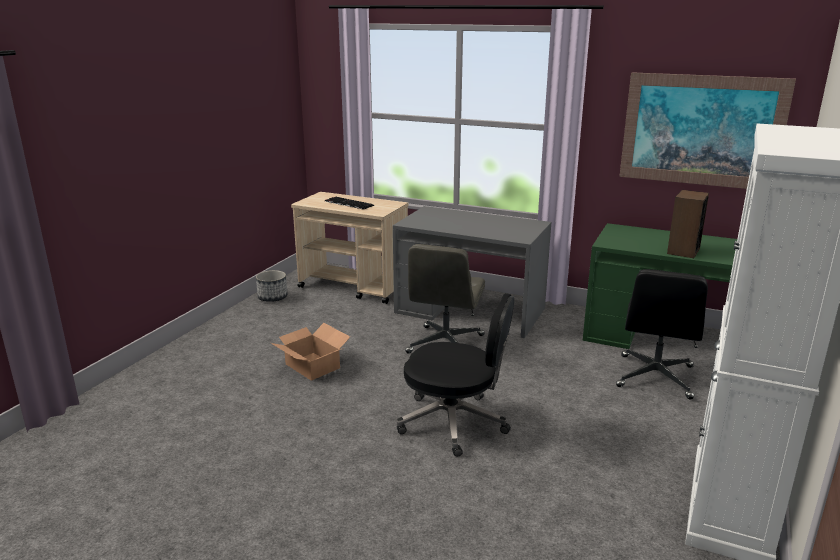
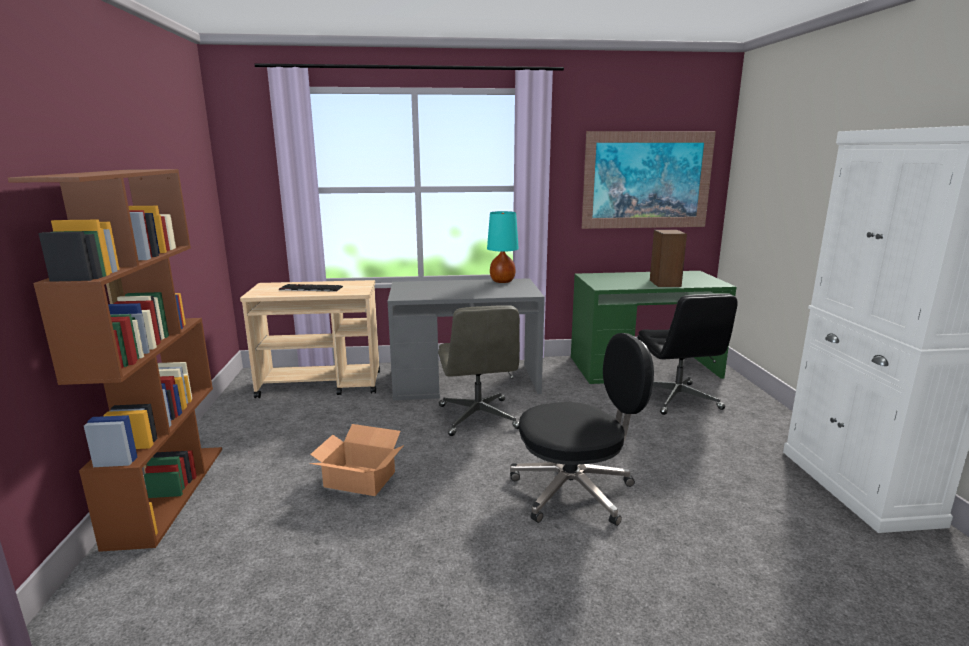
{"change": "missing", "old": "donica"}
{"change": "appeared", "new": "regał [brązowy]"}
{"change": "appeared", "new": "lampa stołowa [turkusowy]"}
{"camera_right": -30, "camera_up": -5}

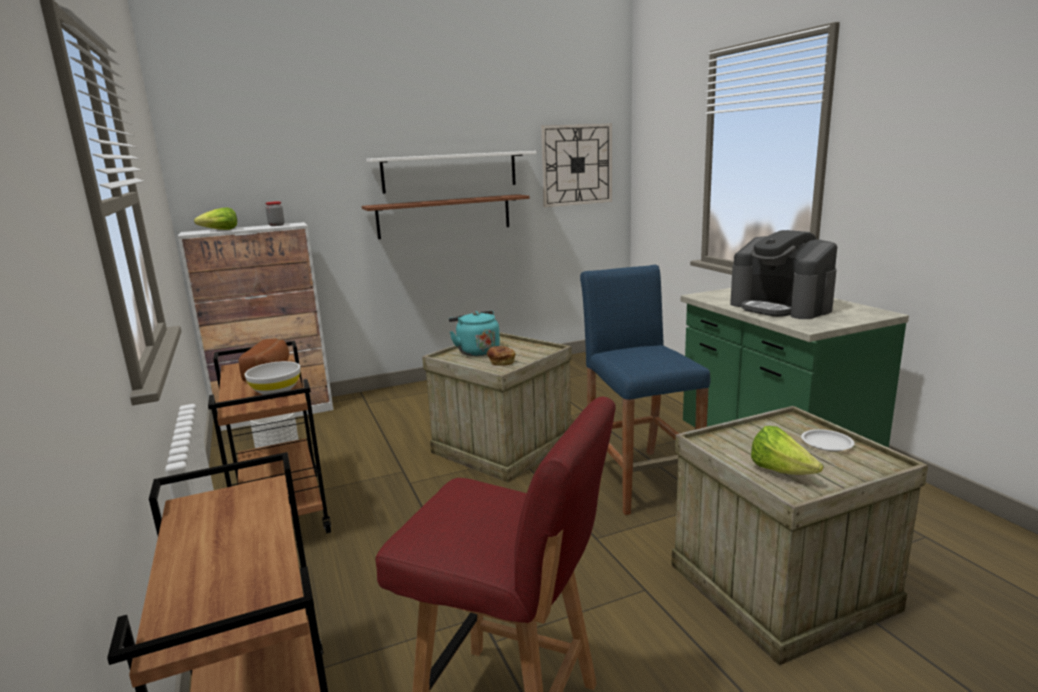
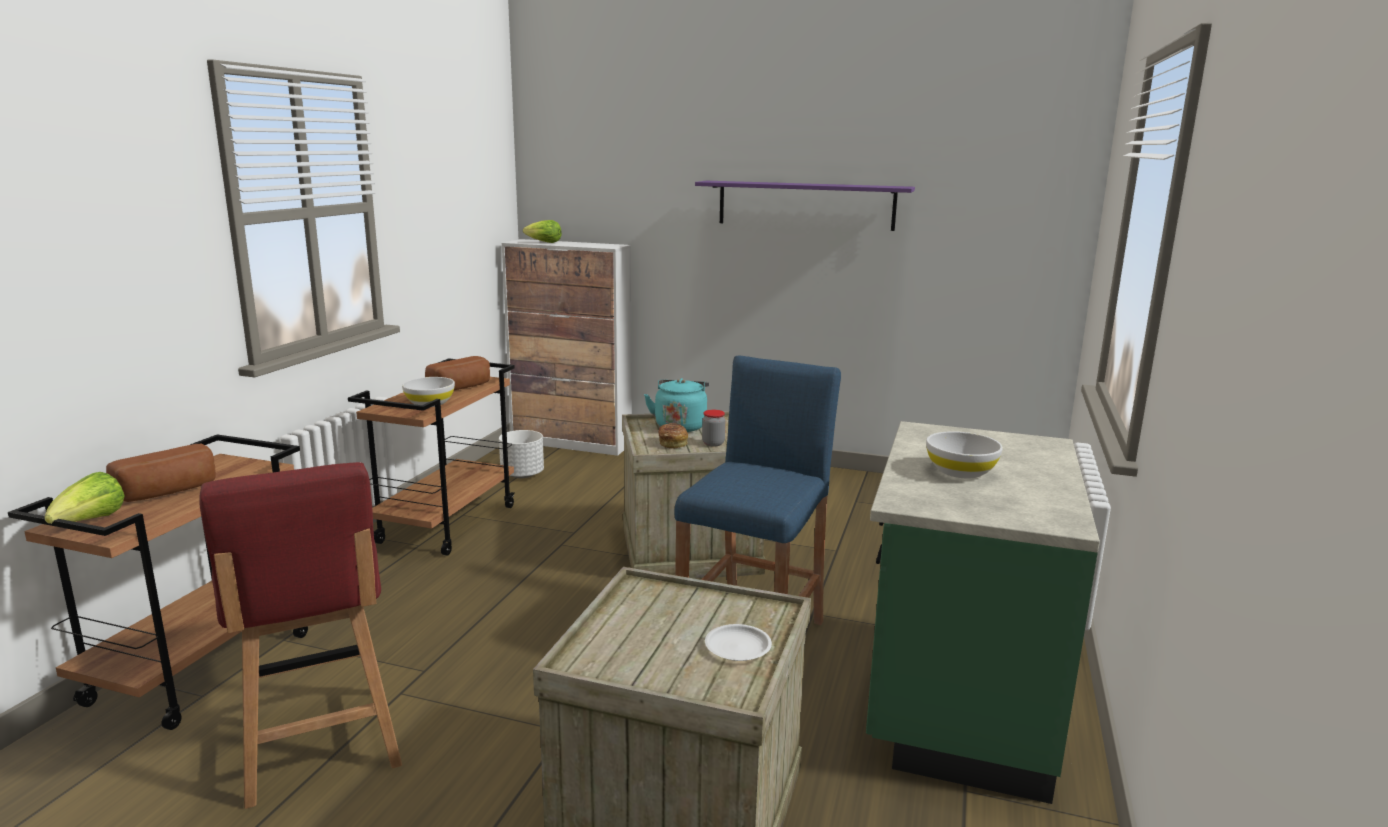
{"change": "missing", "old": "półka [brązowy]"}
{"change": "missing", "old": "zegar ścienny"}
{"change": "appeared", "new": "chleb (no. 1 from left)"}
{"change": "relocated", "old": "słoik"}
{"change": "relocated", "old": "sałata (no. 2 from left in the first image)", "new": "sałata (no. 1 from left)"}
{"change": "exchanged", "old": "ekspres do kawy", "new": "miska [biały] (no. 2 from left)"}
{"change": "colour", "old": "półka [biały]", "new": "półka [fioletowy]"}
{"camera_right": 40, "camera_up": 0}

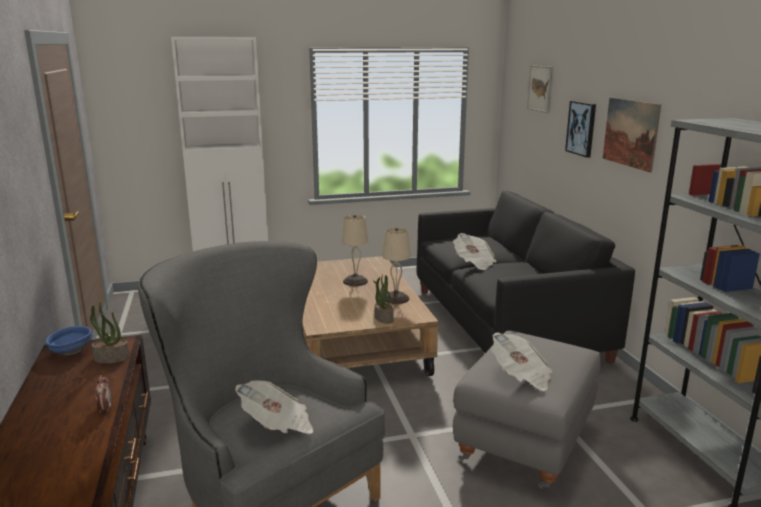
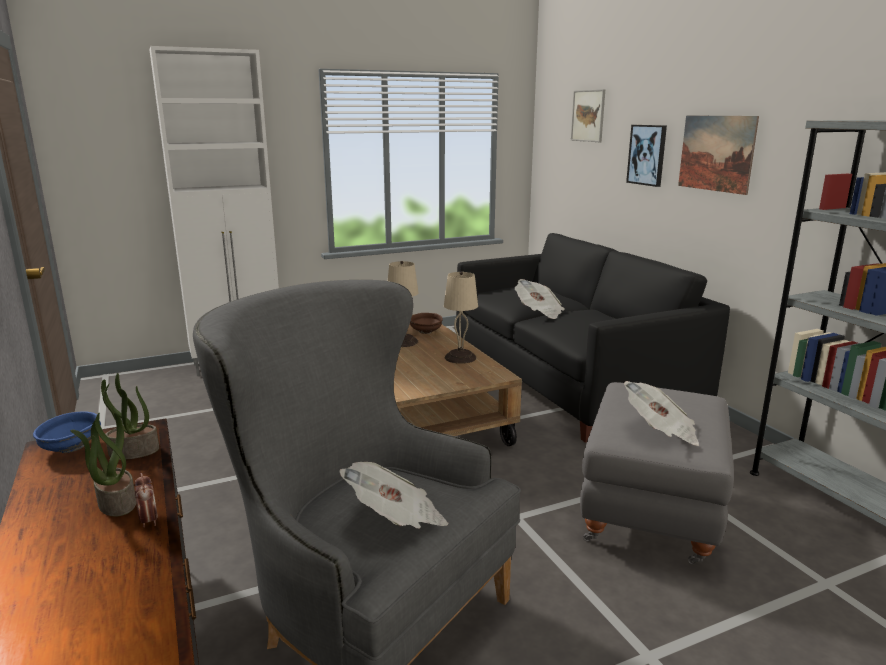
{"change": "appeared", "new": "miska [brązowy]"}
{"change": "relocated", "old": "roślina doniczkowa (no. 2 from left in the first image)", "new": "roślina doniczkowa (no. 1 from left)"}
{"camera_right": -10, "camera_up": 0}

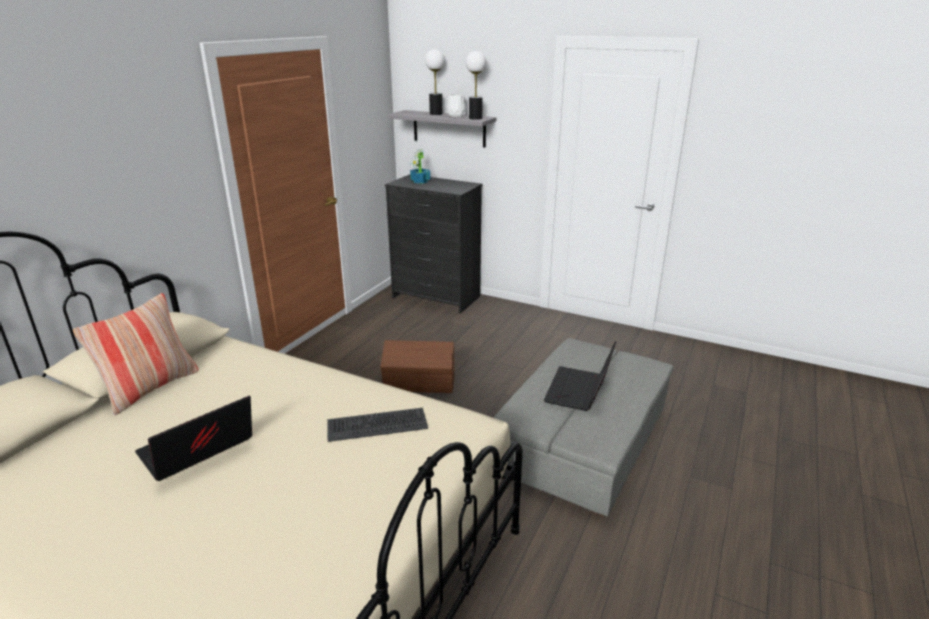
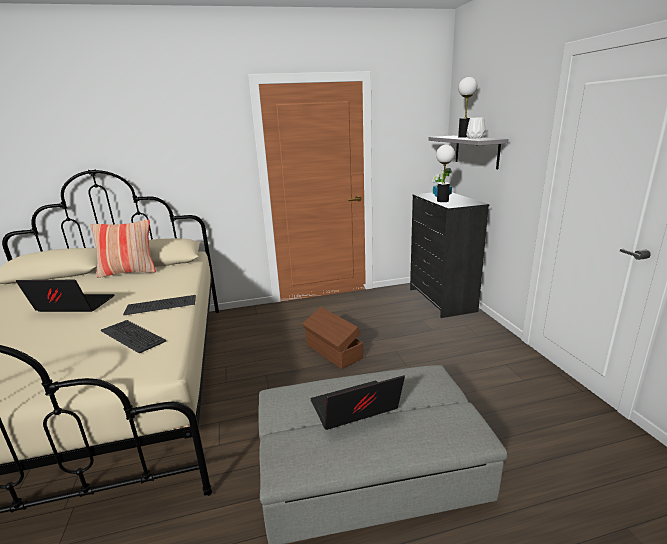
{"change": "appeared", "new": "klawiatura (no. 2 from left)"}
{"change": "relocated", "old": "lampa stołowa (no. 2 from left in the first image)", "new": "lampa stołowa (no. 1 from left)"}
{"camera_right": 50, "camera_up": -5}

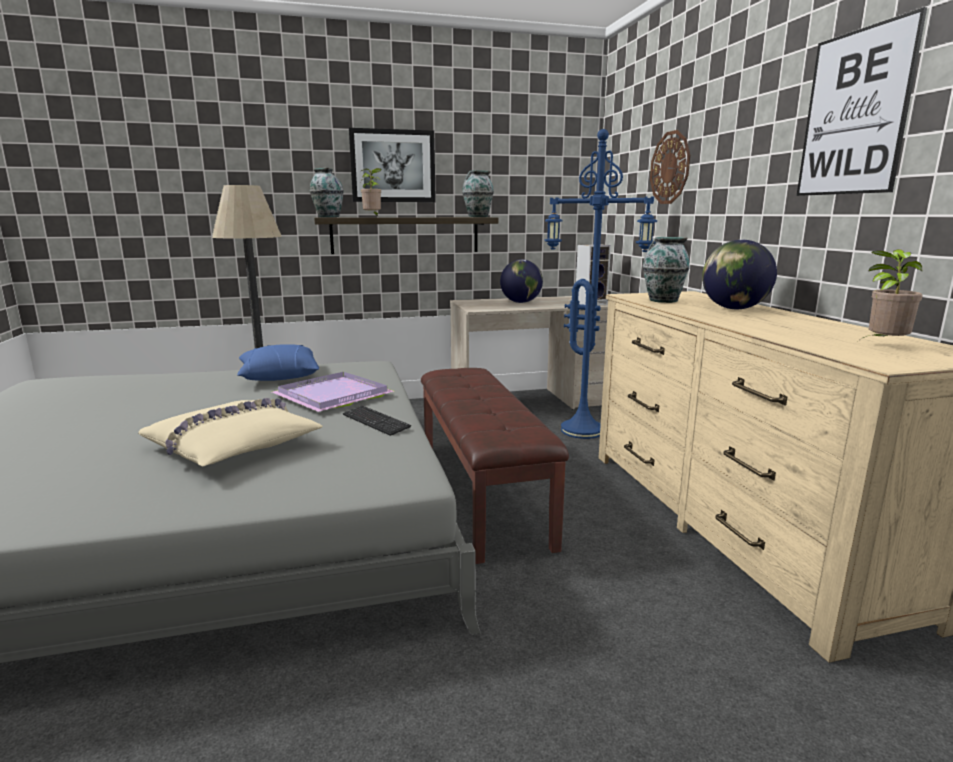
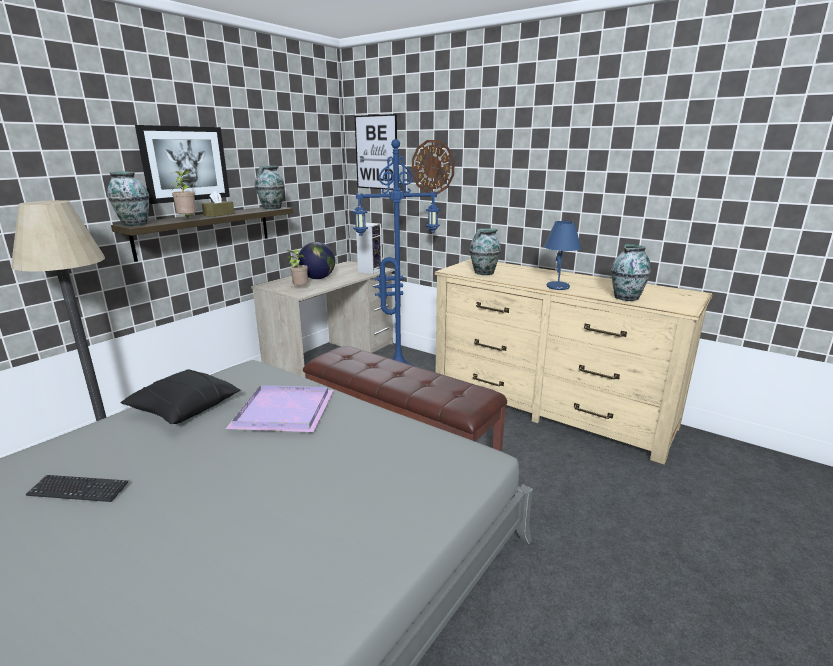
{"change": "missing", "old": "poduszka [beżowy]"}
{"change": "missing", "old": "globus (no. 2 from left)"}
{"change": "appeared", "new": "pudełko chusteczek [brązowy]"}
{"change": "appeared", "new": "lampa stołowa [niebieski]"}
{"change": "appeared", "new": "wazon (no. 4 from left)"}
{"change": "relocated", "old": "klawiatura"}
{"change": "relocated", "old": "obraz (no. 2 from left)"}
{"change": "relocated", "old": "roślina doniczkowa (no. 2 from left)"}
{"change": "colour", "old": "poduszka [niebieski]", "new": "poduszka [czarny]"}
{"camera_right": -40, "camera_up": 5}

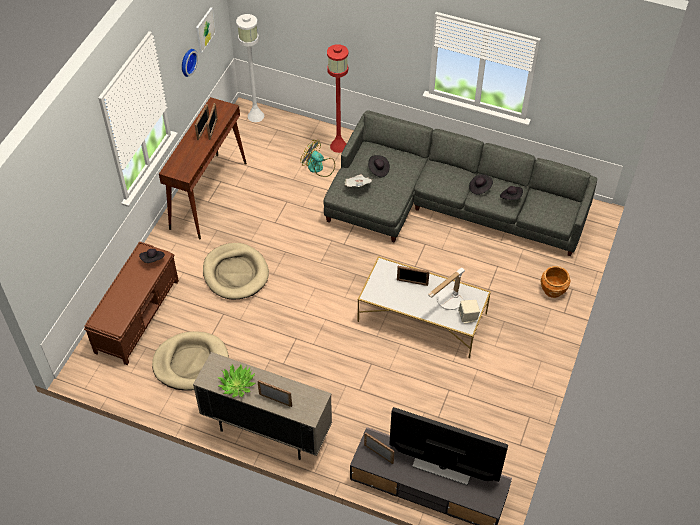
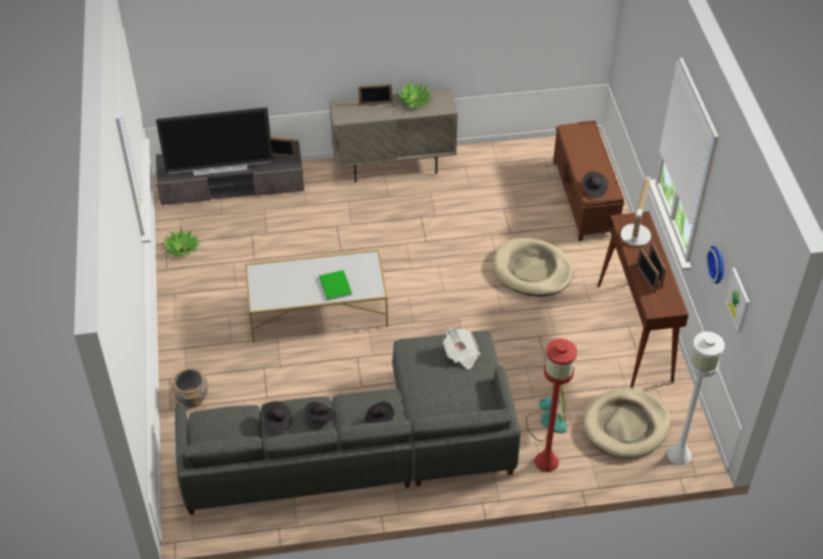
{"change": "missing", "old": "głośnik [beżowy]"}
{"change": "appeared", "new": "roślina doniczkowa (no. 1 from left)"}
{"change": "relocated", "old": "legowisko [beżowy] (no. 1 from left in the first image)", "new": "legowisko [beżowy] (no. 2 from left)"}
{"change": "relocated", "old": "kapelusz [czarny] (no. 2 from left in the first image)", "new": "kapelusz [czarny] (no. 3 from left)"}
{"change": "relocated", "old": "lampa stołowa"}
{"change": "exchanged", "old": "ramka na zdjęcie (no. 5 from left)", "new": "książka [zielony]"}
{"change": "colour", "old": "donica [brązowy]", "new": "donica [szary]"}
{"camera_right": 150, "camera_up": -5}

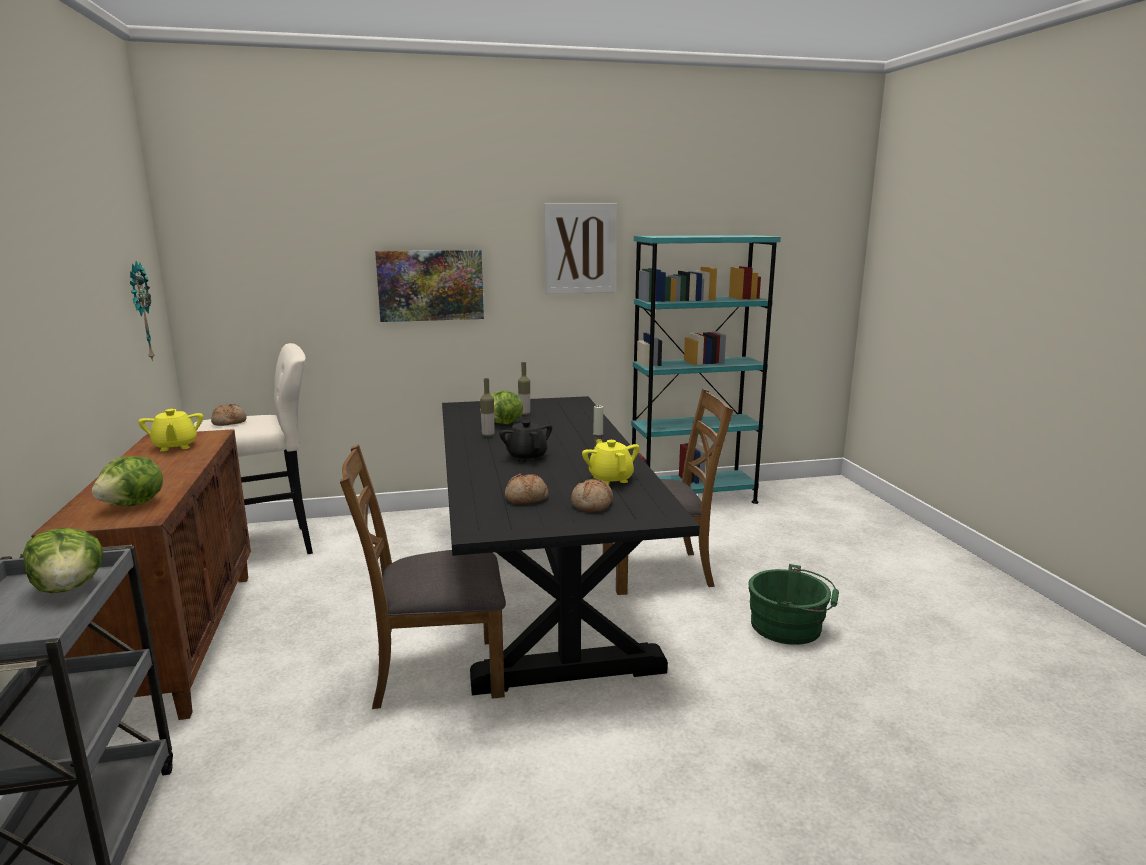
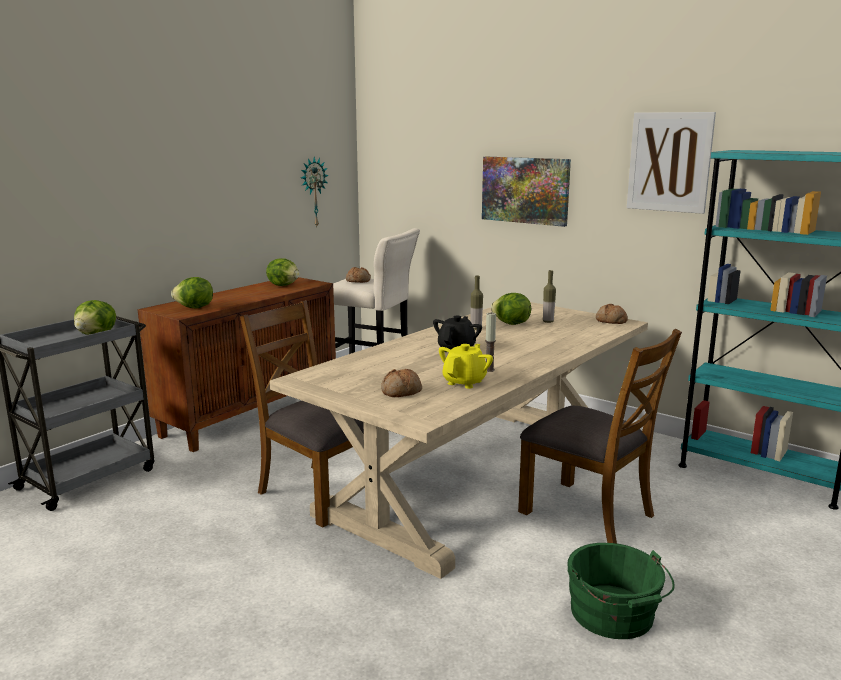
{"change": "relocated", "old": "chleb (no. 2 from left in the first image)", "new": "chleb (no. 3 from left)"}
{"change": "exchanged", "old": "imbryk [żółty] (no. 1 from left)", "new": "sałata (no. 3 from left)"}
{"change": "colour", "old": "stół jadalny [czarny]", "new": "stół jadalny [beżowy]"}
{"camera_right": 50, "camera_up": 0}

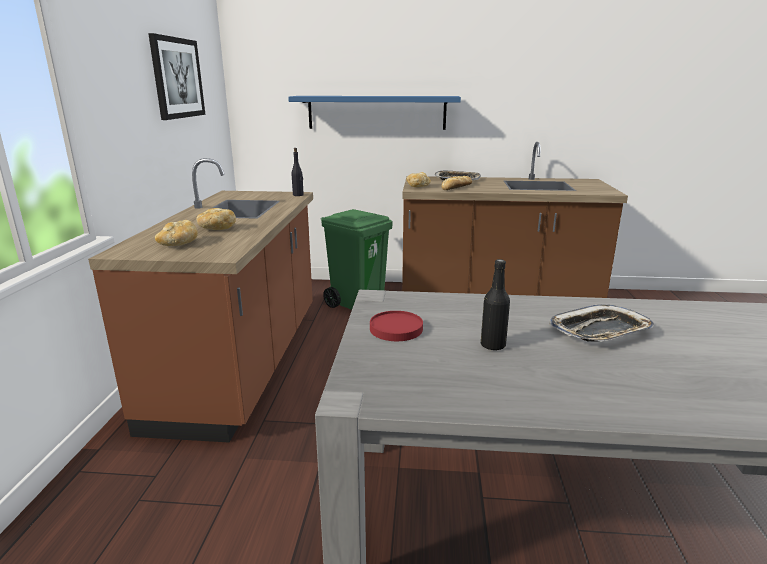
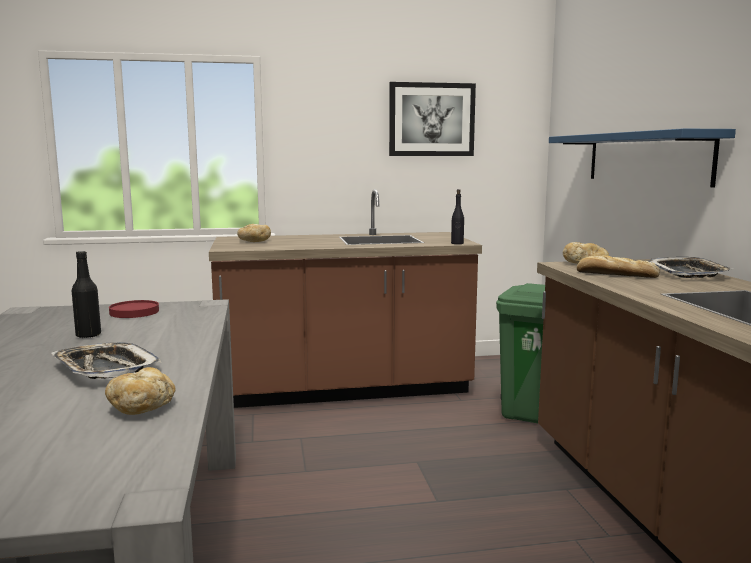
{"change": "relocated", "old": "chleb (no. 2 from left in the first image)", "new": "chleb (no. 1 from left)"}
{"camera_right": 75, "camera_up": -10}

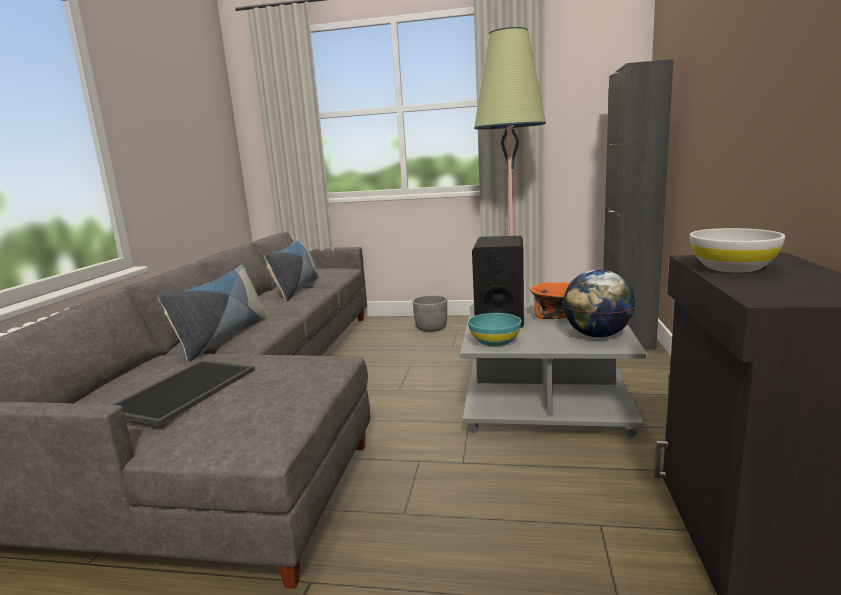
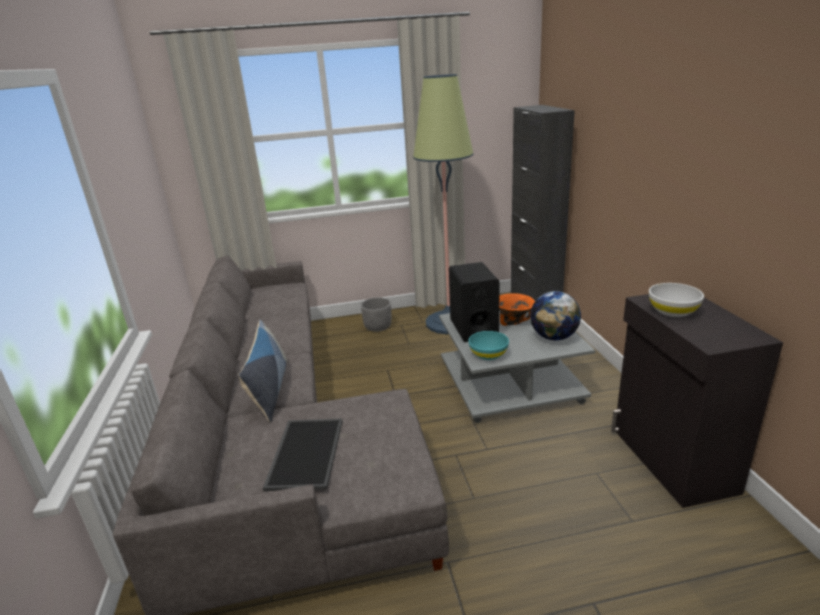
{"change": "missing", "old": "poduszka (no. 2 from left)"}
{"camera_right": -20, "camera_up": 10}

